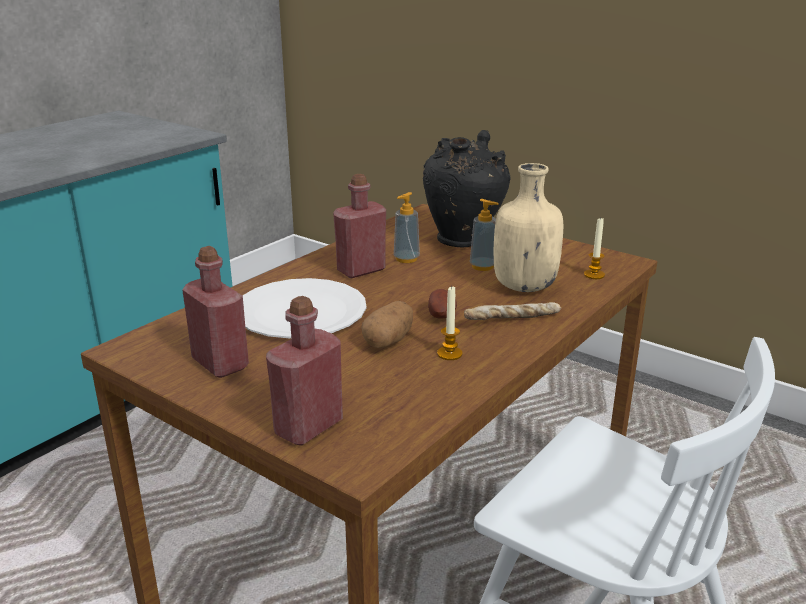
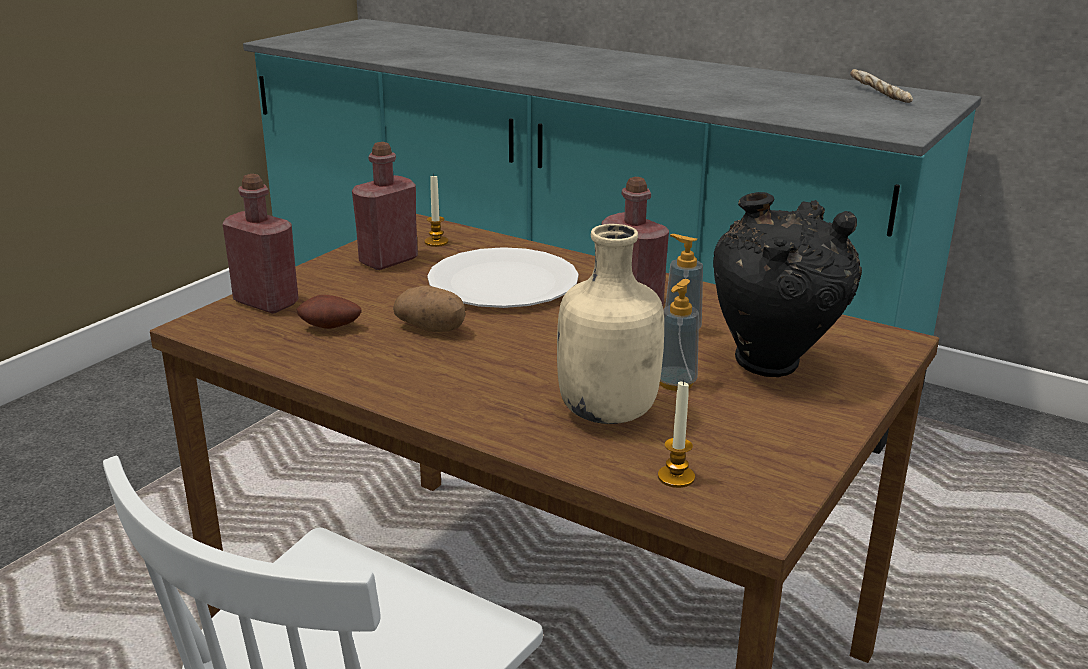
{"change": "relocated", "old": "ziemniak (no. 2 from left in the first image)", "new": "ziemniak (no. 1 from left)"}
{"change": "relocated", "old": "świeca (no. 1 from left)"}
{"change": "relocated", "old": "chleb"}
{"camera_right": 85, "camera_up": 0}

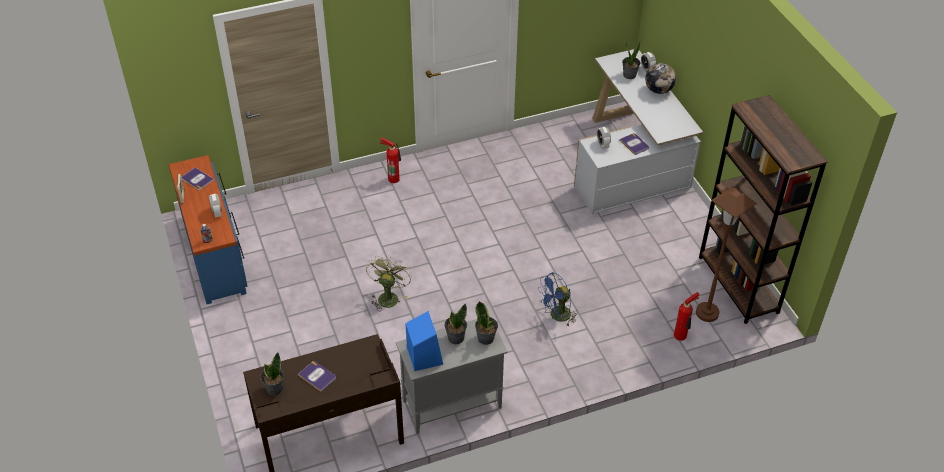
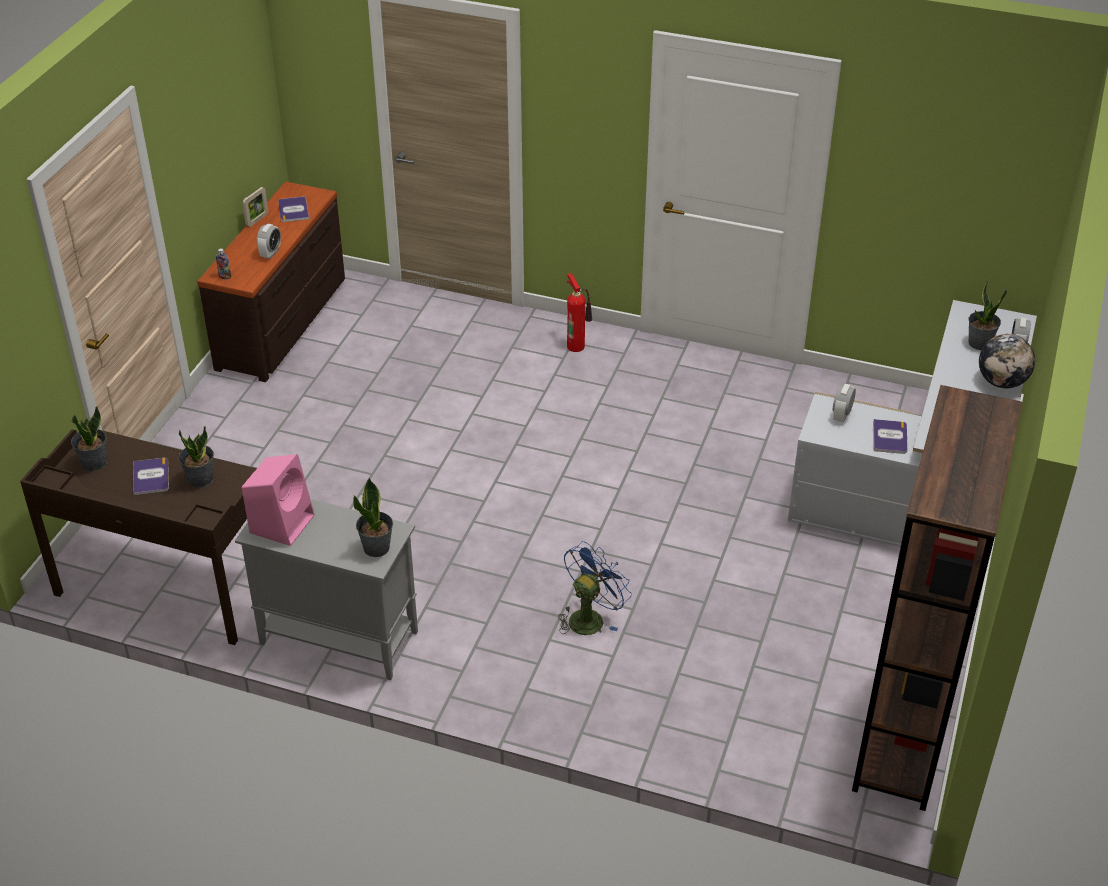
{"change": "missing", "old": "wentylator [zielony]"}
{"change": "missing", "old": "gaśnica (no. 2 from left)"}
{"change": "missing", "old": "lampa stojąca [brązowy]"}
{"change": "relocated", "old": "roślina doniczkowa (no. 2 from left)"}
{"change": "colour", "old": "komoda [niebieski]", "new": "komoda [brązowy]"}
{"change": "colour", "old": "głośnik [niebieski]", "new": "głośnik [różowy]"}
{"change": "spun", "old": "wentylator [niebieski]", "degrees": 120}
{"camera_right": 40, "camera_up": -5}

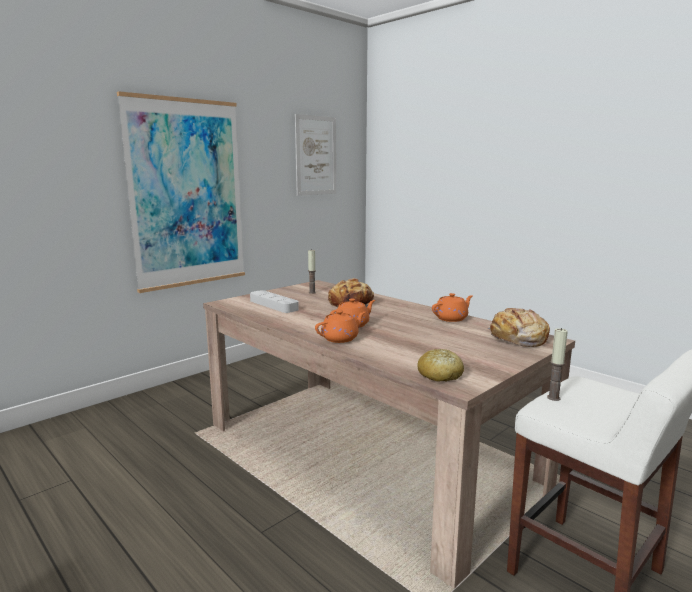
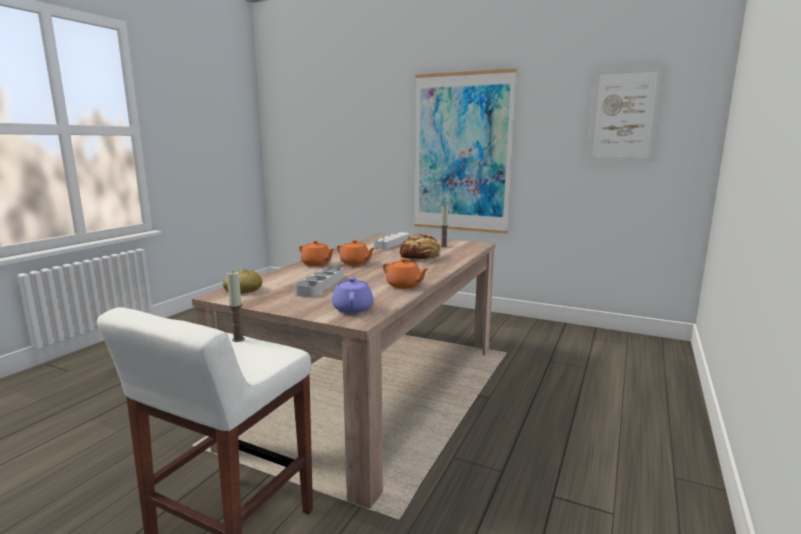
{"change": "appeared", "new": "taca [szary] (no. 1 from left)"}
{"change": "exchanged", "old": "chleb (no. 3 from left)", "new": "imbryk [fioletowy]"}
{"camera_right": 70, "camera_up": 0}

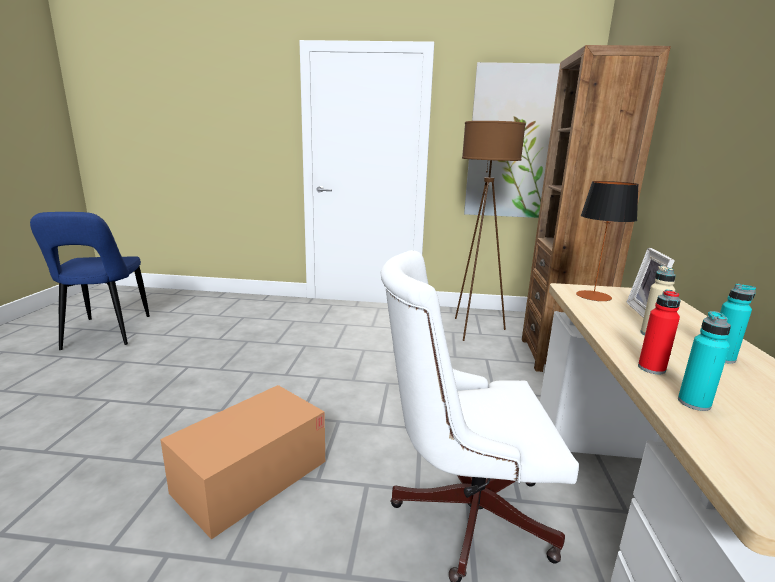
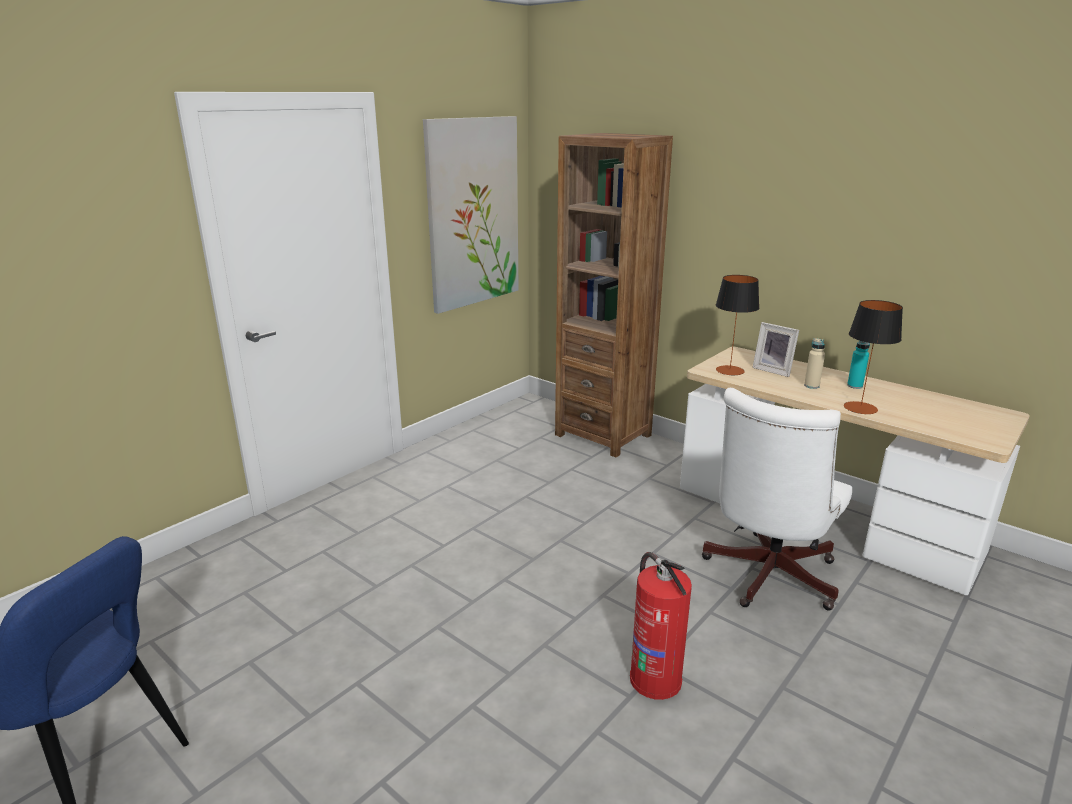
{"change": "missing", "old": "lampa stojąca [brązowy]"}
{"change": "missing", "old": "butelka [turkusowy] (no. 1 from left)"}
{"change": "exchanged", "old": "karton", "new": "gaśnica"}
{"change": "exchanged", "old": "butelka [czerwony]", "new": "lampa stołowa (no. 2 from left)"}
{"camera_right": -55, "camera_up": 5}

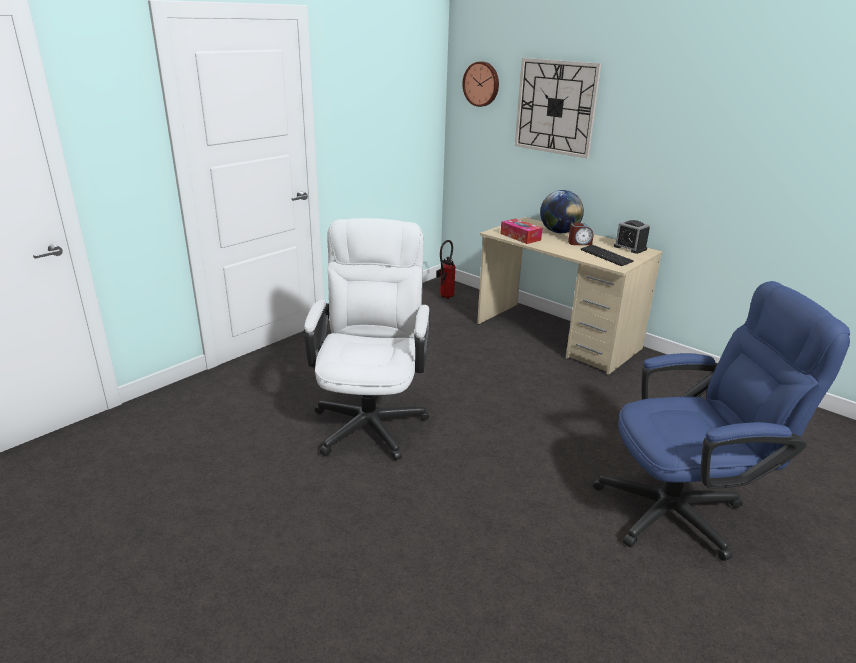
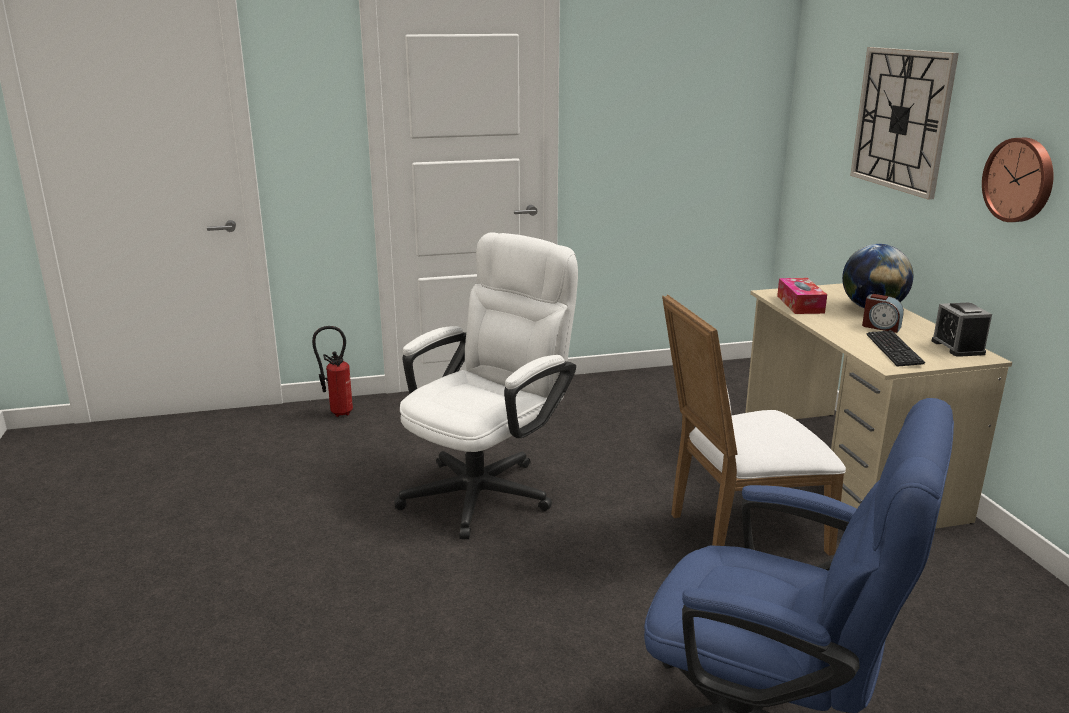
{"change": "appeared", "new": "krzesło [biały]"}
{"change": "relocated", "old": "gaśnica"}
{"change": "relocated", "old": "zegar ścienny (no. 1 from left in the first image)", "new": "zegar ścienny (no. 2 from left)"}
{"camera_right": 35, "camera_up": -5}

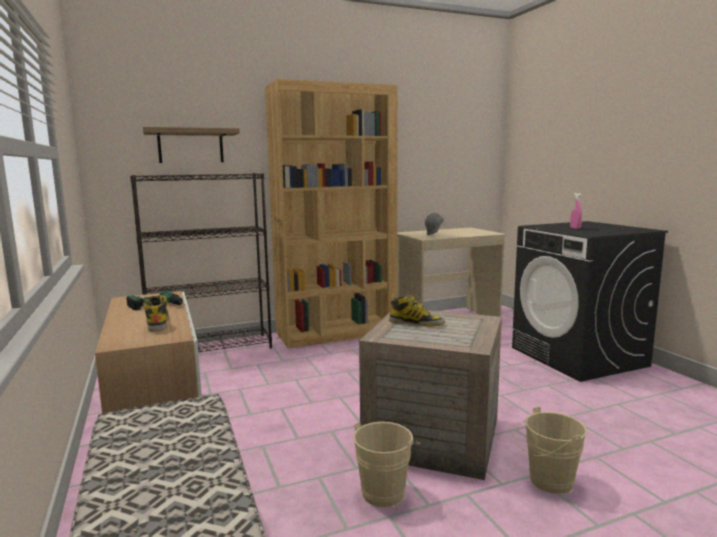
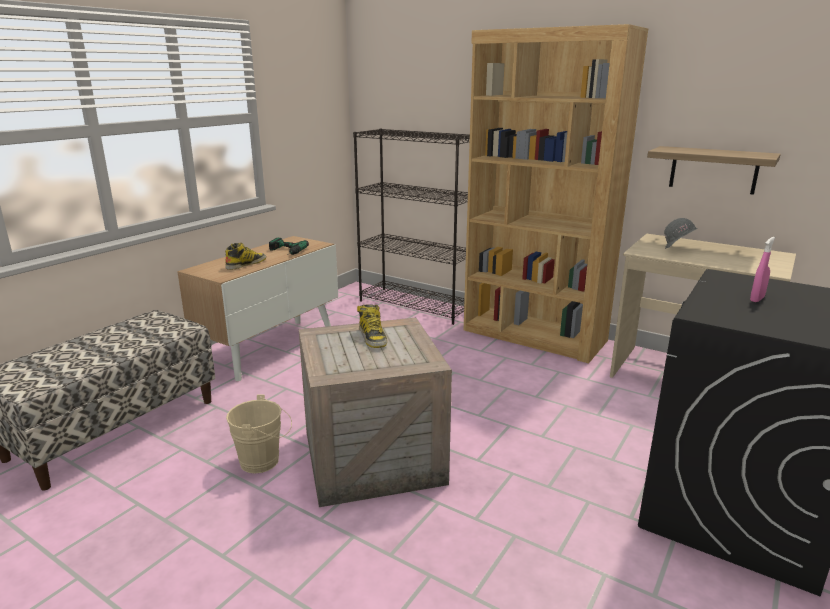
{"change": "missing", "old": "wiadro [beżowy] (no. 2 from left)"}
{"change": "relocated", "old": "półka"}
{"camera_right": 55, "camera_up": 10}

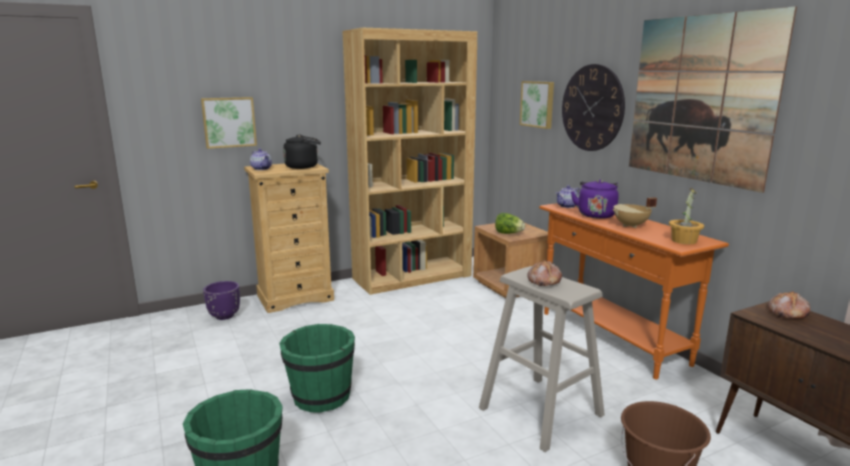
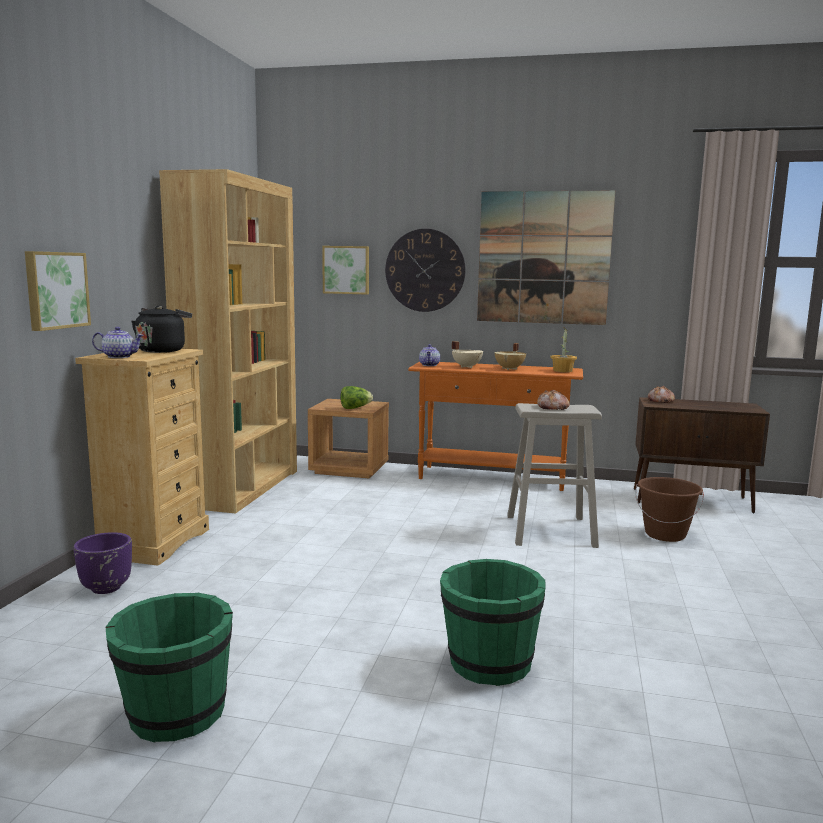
{"change": "relocated", "old": "wiadro [zielony] (no. 2 from left in the first image)", "new": "wiadro [zielony] (no. 1 from left)"}
{"change": "exchanged", "old": "czajnik [fioletowy]", "new": "garnek [beżowy] (no. 1 from left)"}
{"camera_right": -50, "camera_up": -5}

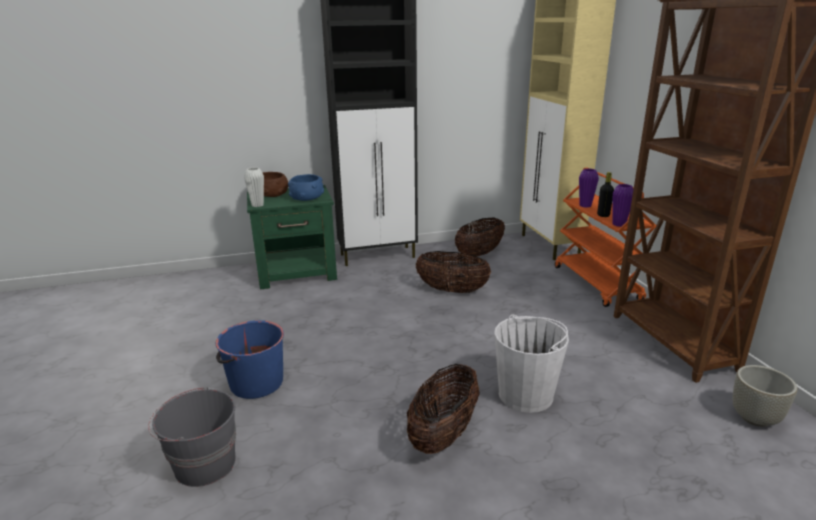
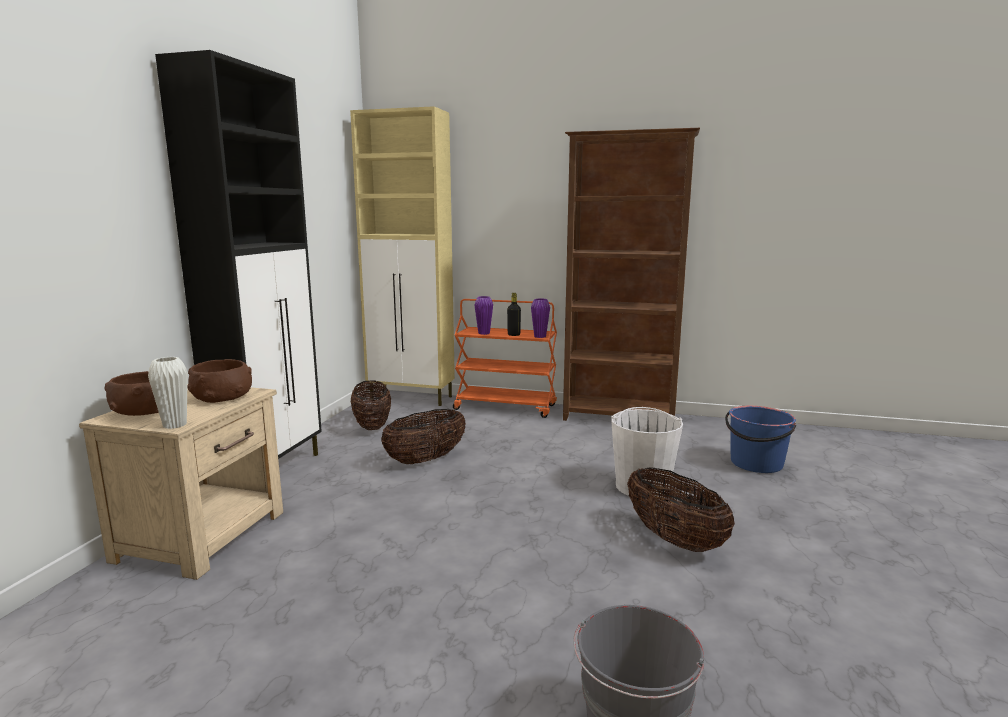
{"change": "missing", "old": "donica [szary]"}
{"change": "relocated", "old": "wiadro [niebieski]"}
{"change": "colour", "old": "szafka nocna [zielony]", "new": "szafka nocna [beżowy]"}
{"change": "colour", "old": "miska [niebieski]", "new": "miska [brązowy] (no. 2 from left)"}
{"camera_right": -60, "camera_up": -10}

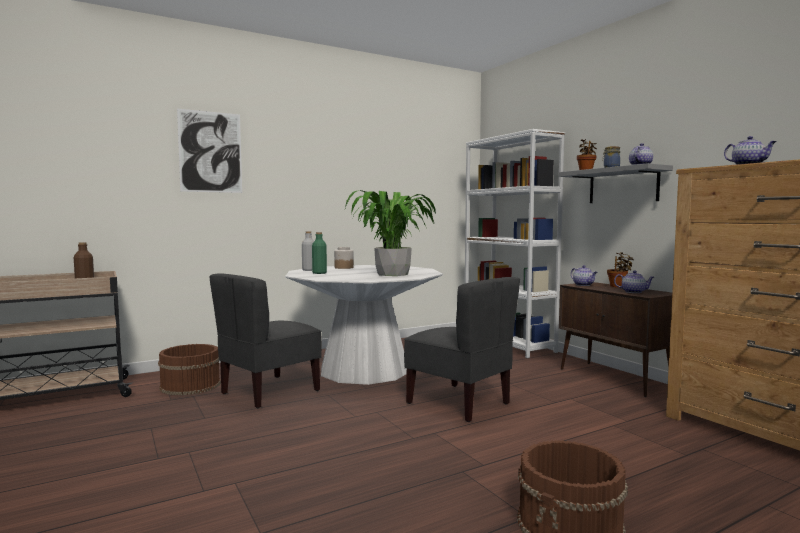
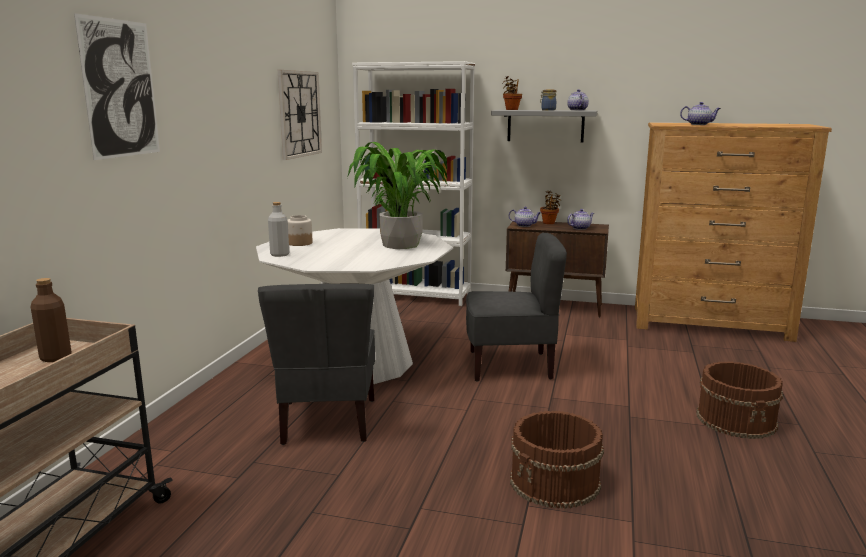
{"change": "missing", "old": "butelka [zielony]"}
{"change": "appeared", "new": "zegar ścienny"}
{"change": "relocated", "old": "wiadro [brązowy] (no. 1 from left)"}
{"camera_right": -45, "camera_up": 10}

